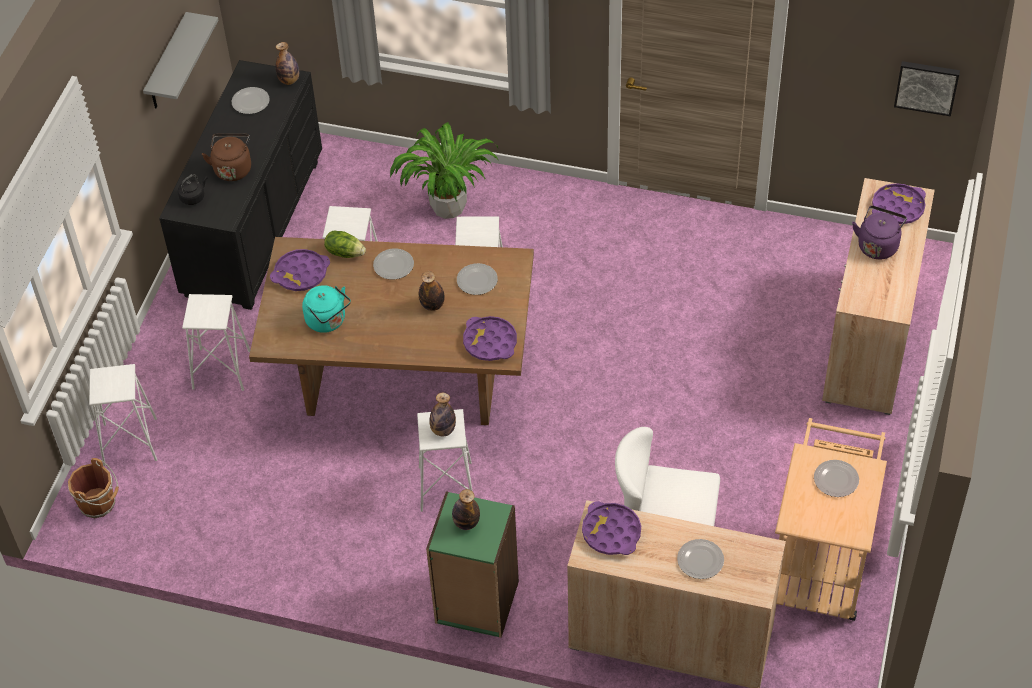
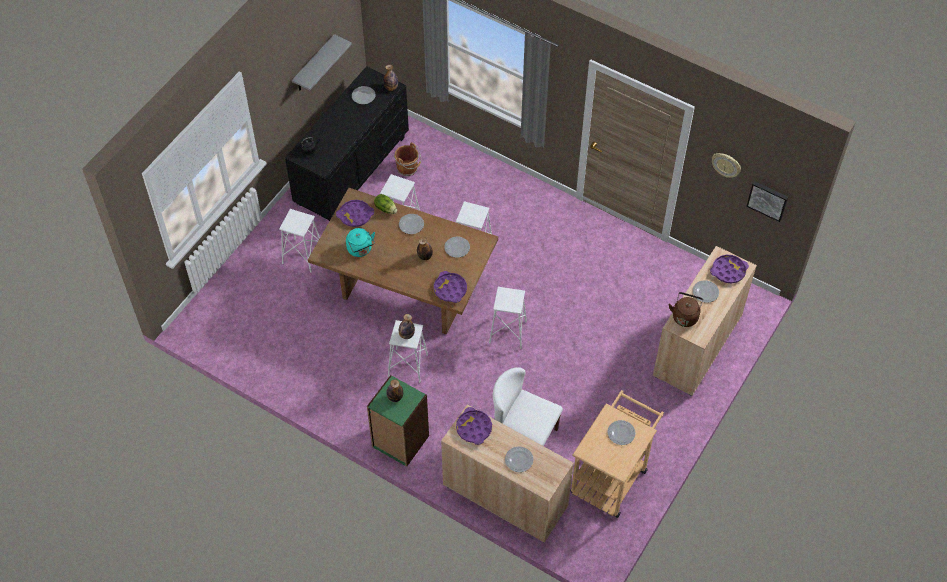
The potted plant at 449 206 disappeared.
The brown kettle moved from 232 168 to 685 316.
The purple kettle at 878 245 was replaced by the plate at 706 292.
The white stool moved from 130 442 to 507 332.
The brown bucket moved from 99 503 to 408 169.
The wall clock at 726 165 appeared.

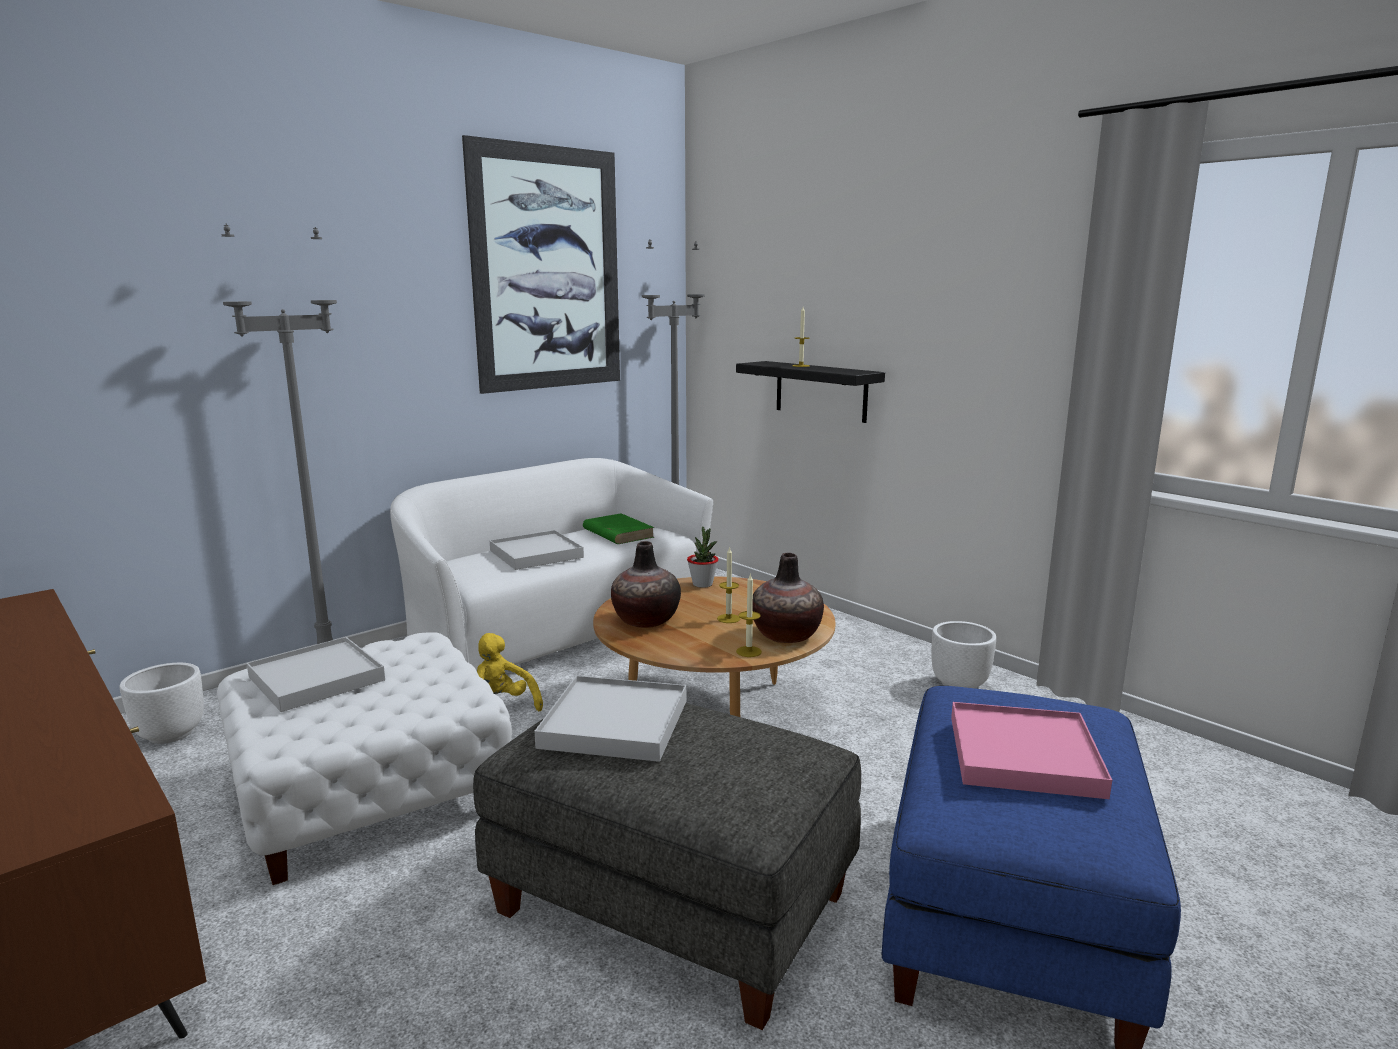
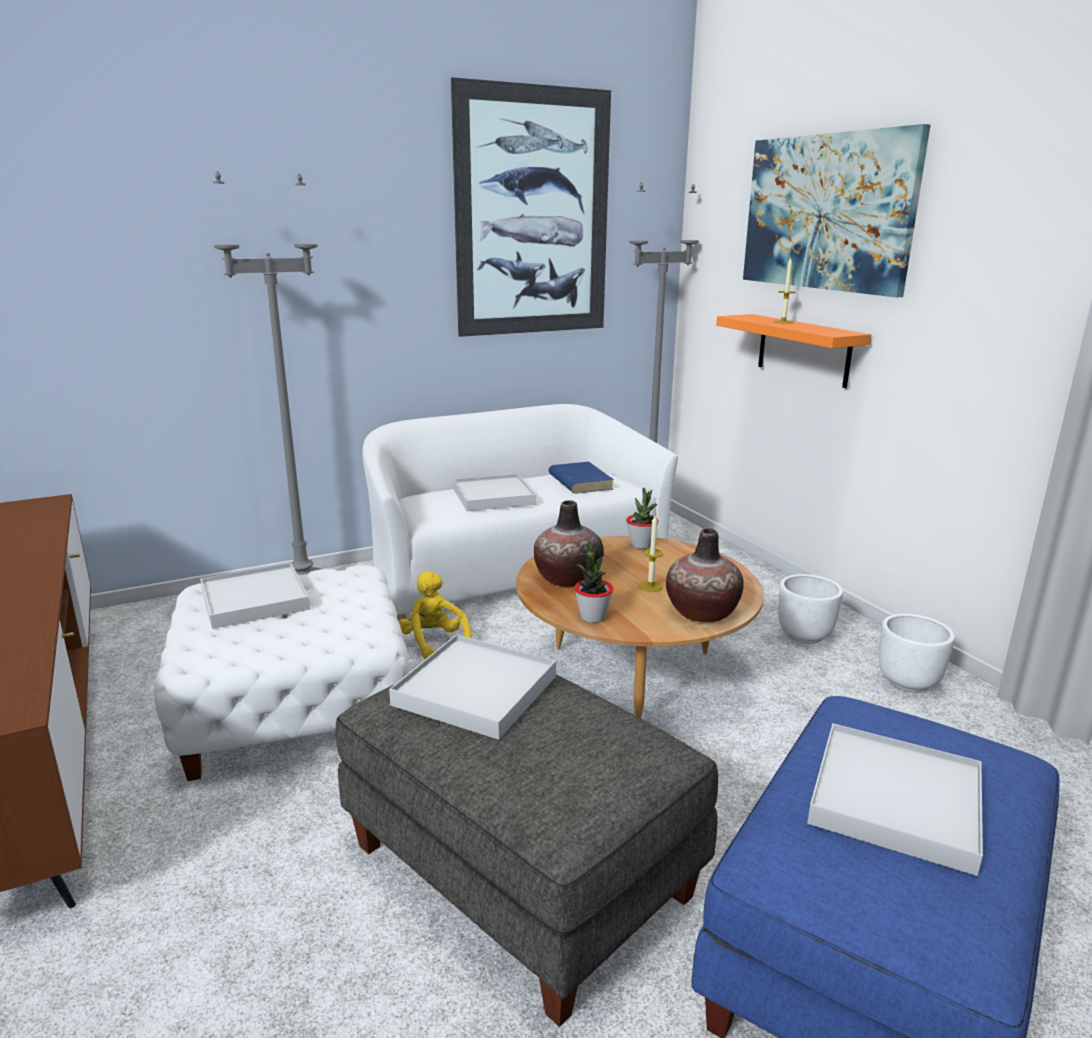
The black shelf at 820 391 became the orange shelf at 803 350.
The green book at 617 533 became the blue book at 579 481.
The candle at 748 651 disappeared.
The white planter moved from 171 734 to 805 636.
The pink tray at 1024 756 became the white tray at 895 801.
The picture at 827 212 appeared.
The potted plant at 592 617 appeared.

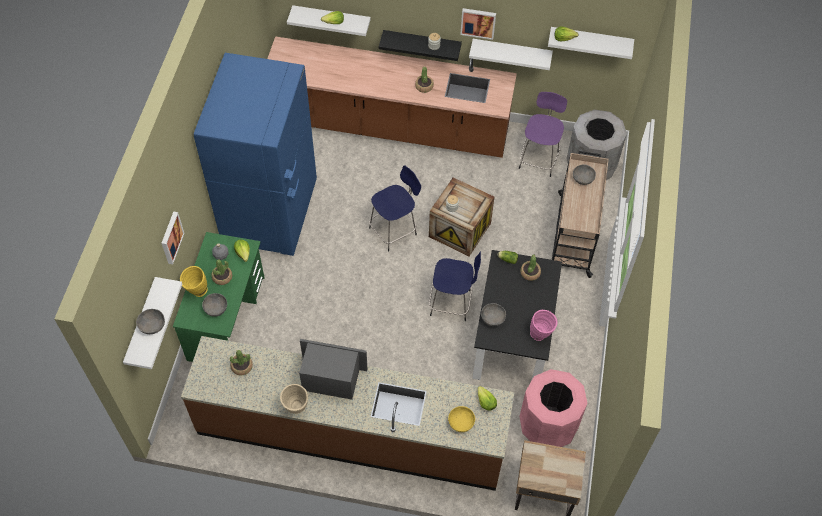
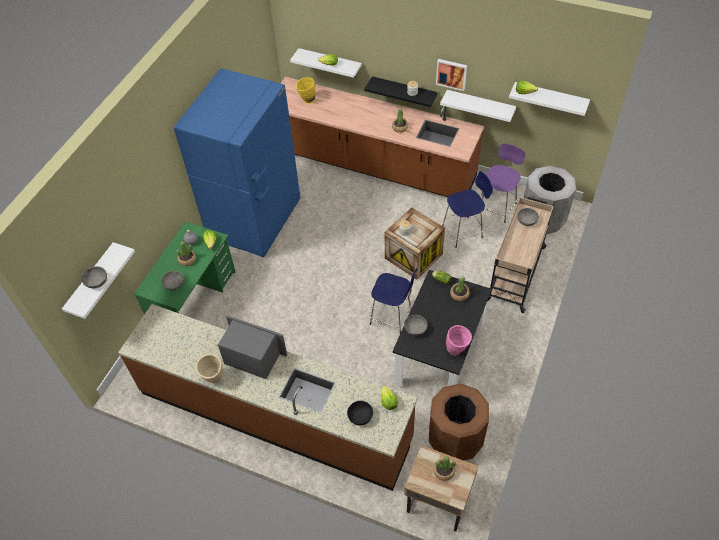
The blue stool moved from 394 230 to 463 232.
The picture at 170 237 disappeared.
The yellow vase moved from 196 292 to 307 101.
The potted plant moved from 242 366 to 444 471.
The pink trash can at 547 426 became the brown trash can at 455 440.
The yellow bowl at 461 423 became the black bowl at 360 417.

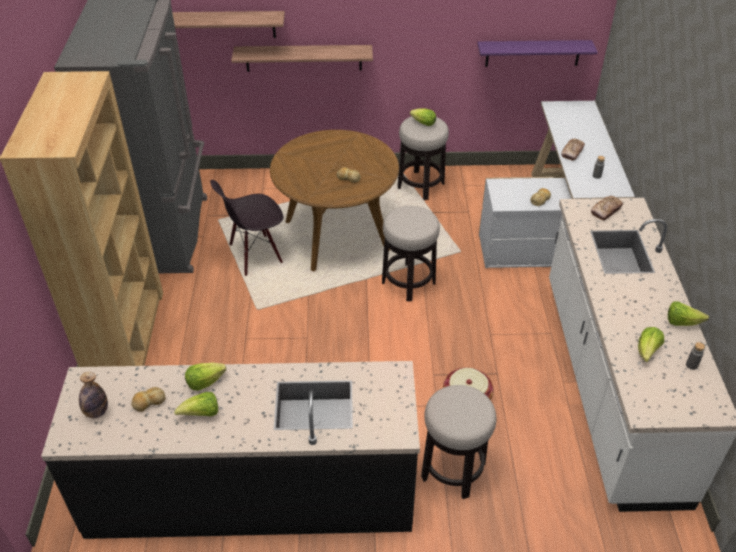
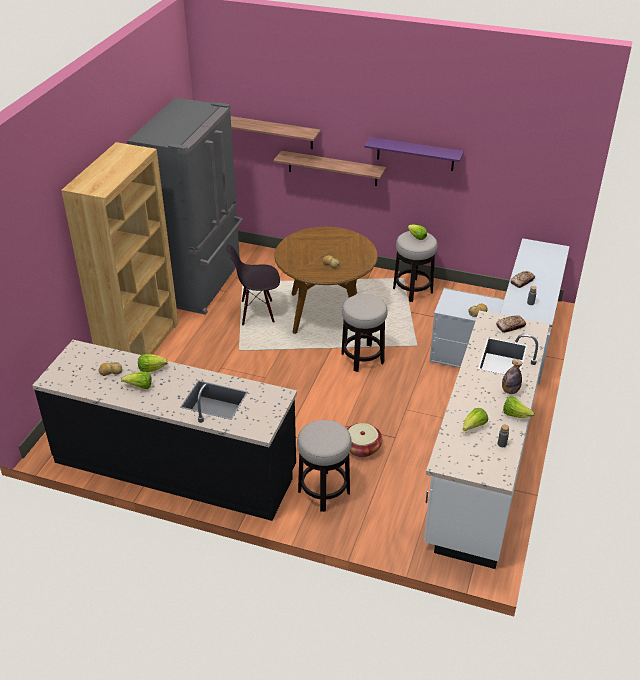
The purple shelf moved from 533 53 to 415 154.
The bottle moved from 96 412 to 510 391.

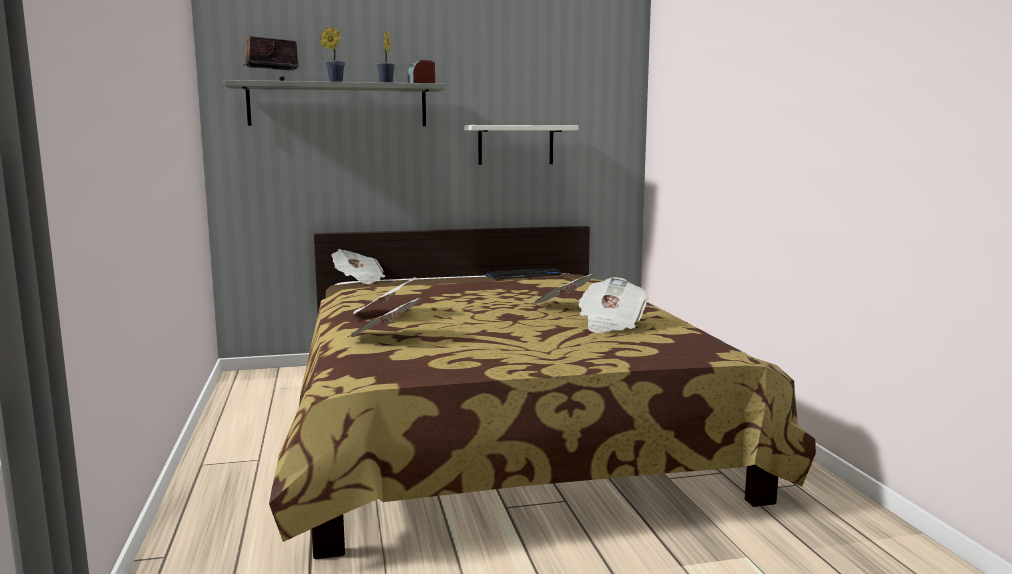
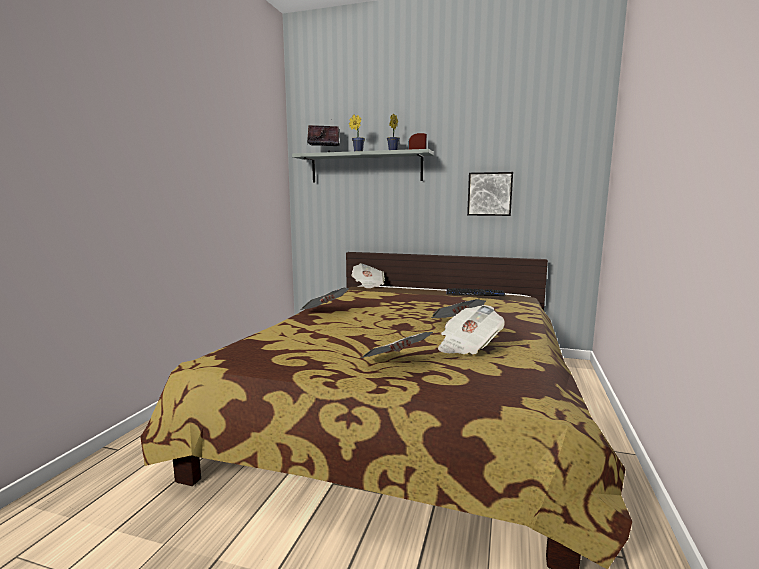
The white shelf at 515 145 was replaced by the picture at 489 194.
The newspaper moved from 385 338 to 395 363.

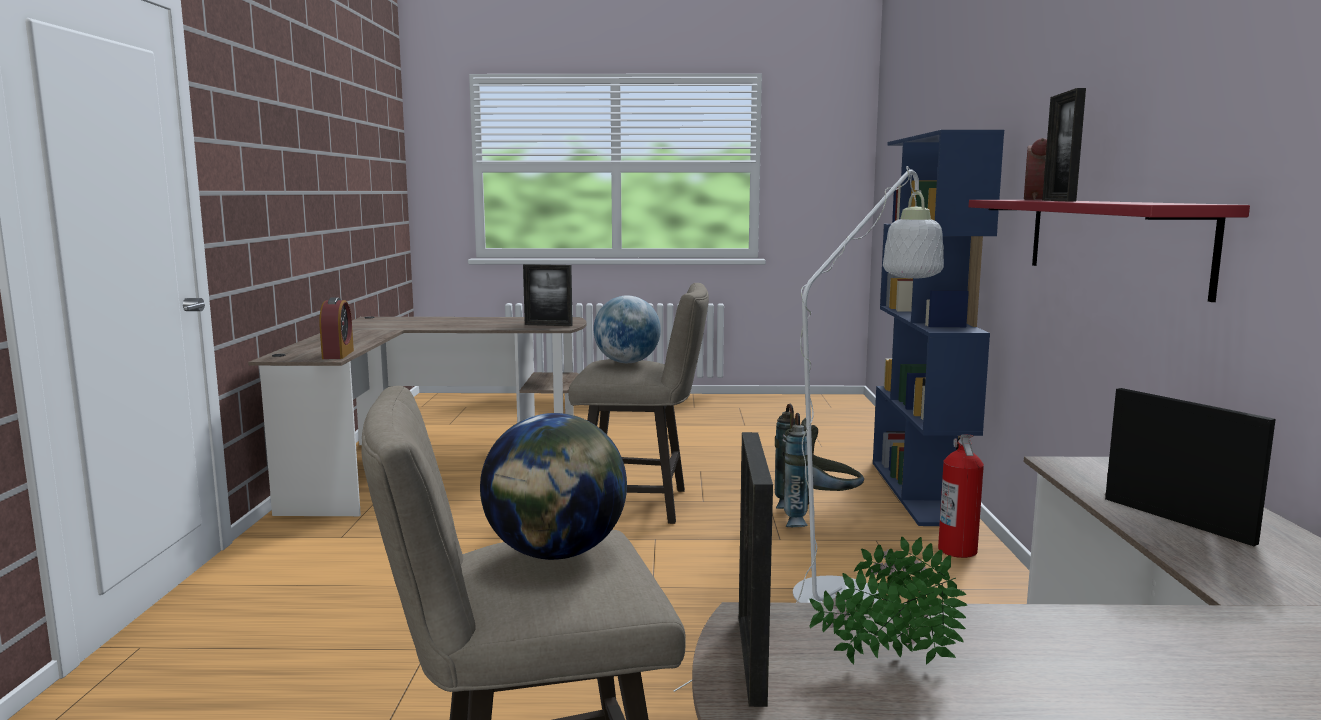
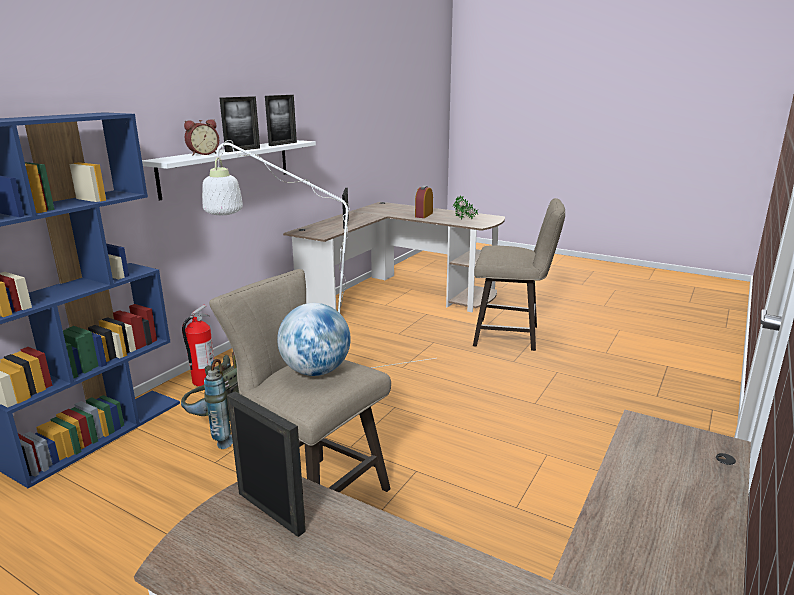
The red shelf at 1110 241 became the white shelf at 227 167.
The alarm clock moved from 338 354 to 424 215.
The globe at 555 554 disappeared.
The picture frame moved from 751 658 to 283 144.

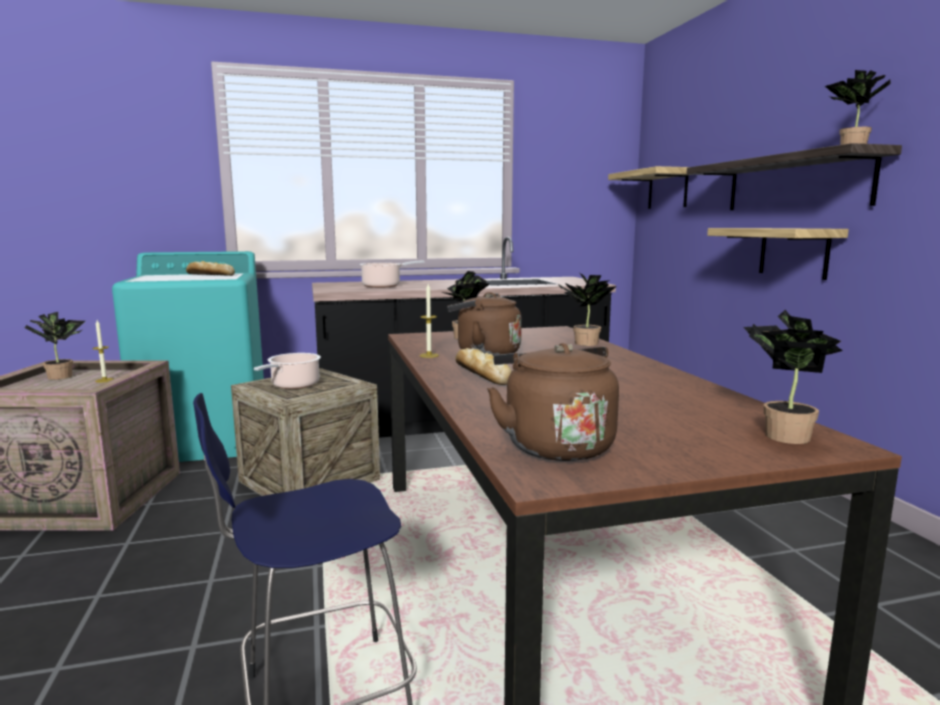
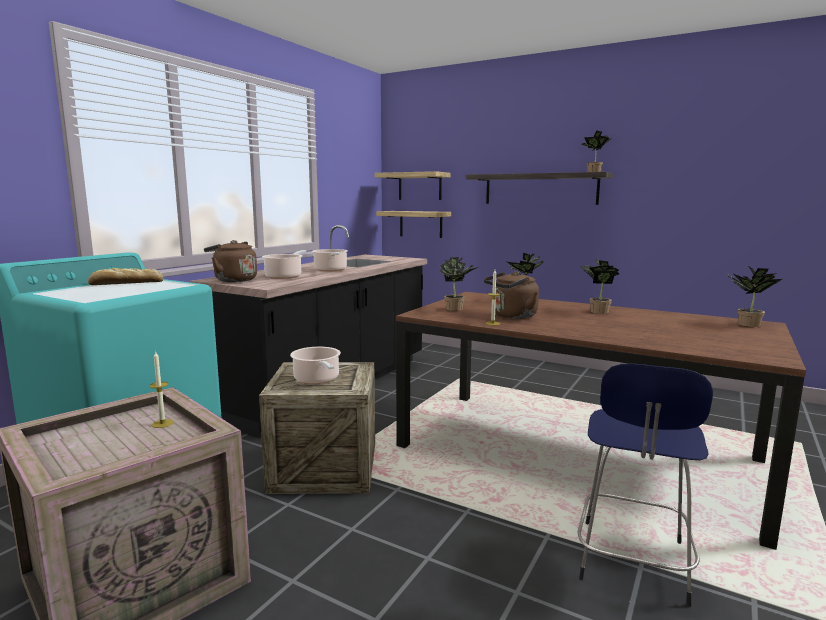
The shelf moved from 793 252 to 421 224.
The potted plant moved from 62 376 to 596 311.
The brown kettle moved from 554 445 to 233 280.
The bread at 481 374 disappeared.
The cooking pot at 331 270 appeared.

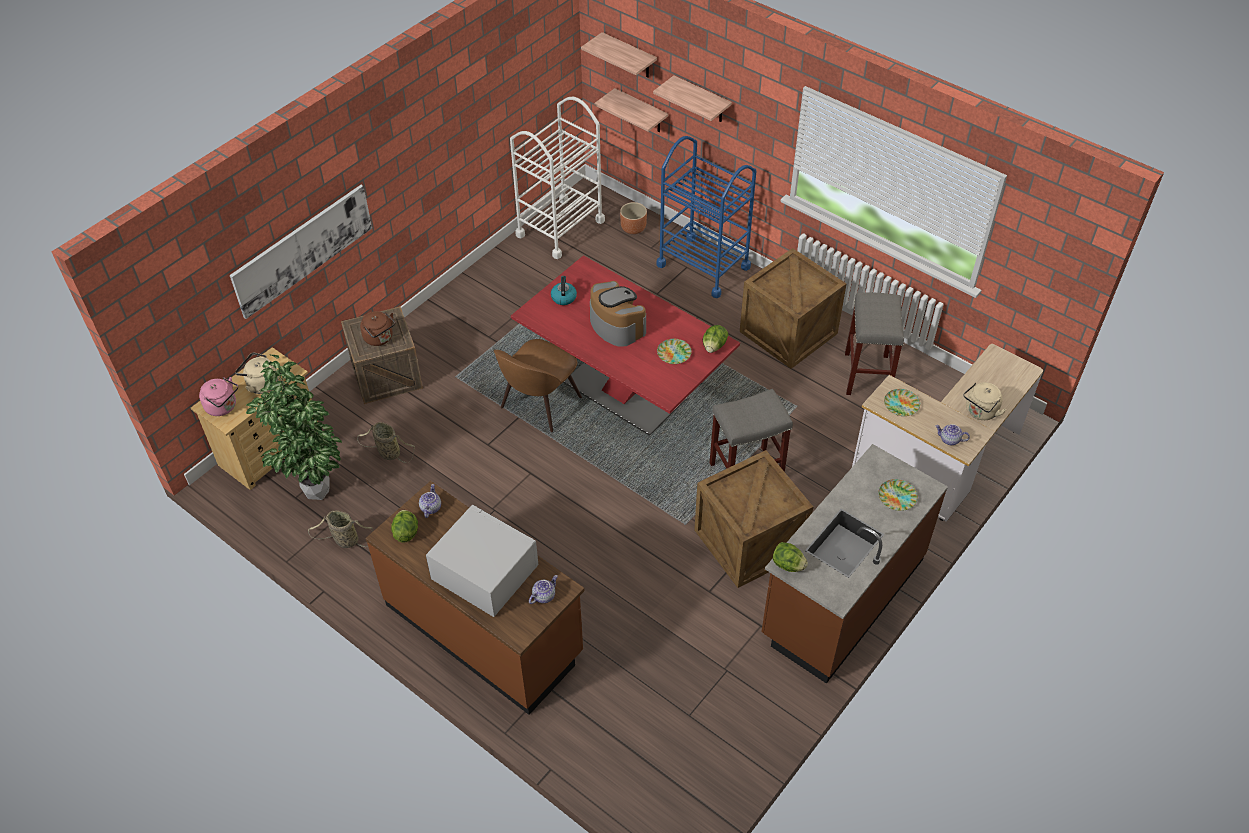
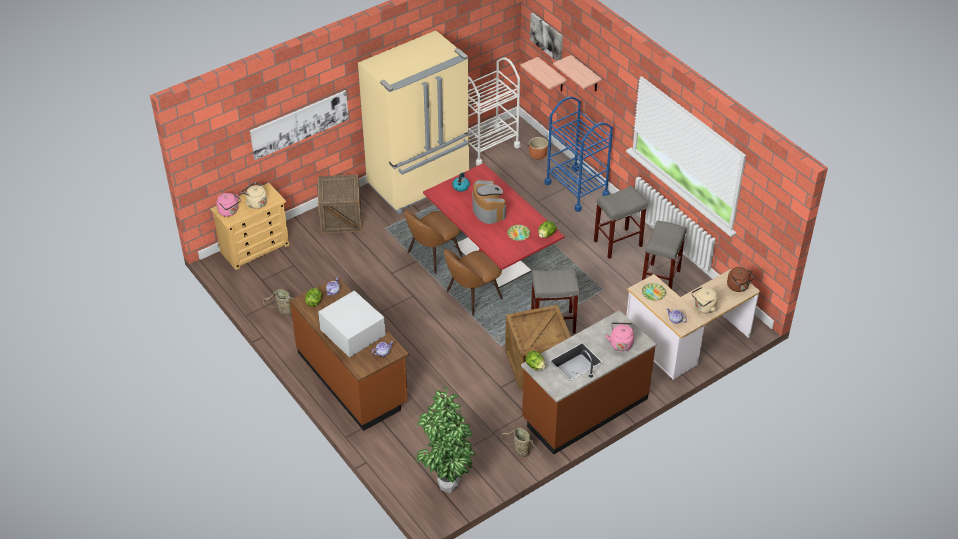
The shelf at 629 56 was replaced by the picture at 547 37.
The crate at 788 333 was replaced by the grey stool at 617 244.
The brown kettle moved from 380 338 to 738 287.
The potted plant moved from 314 493 to 445 486.
The basket moved from 387 452 to 520 450.
The plate at 897 497 was replaced by the pink kettle at 621 343.
The beige fridge at 420 183 appeared.
The brown chair at 472 296 appeared.

